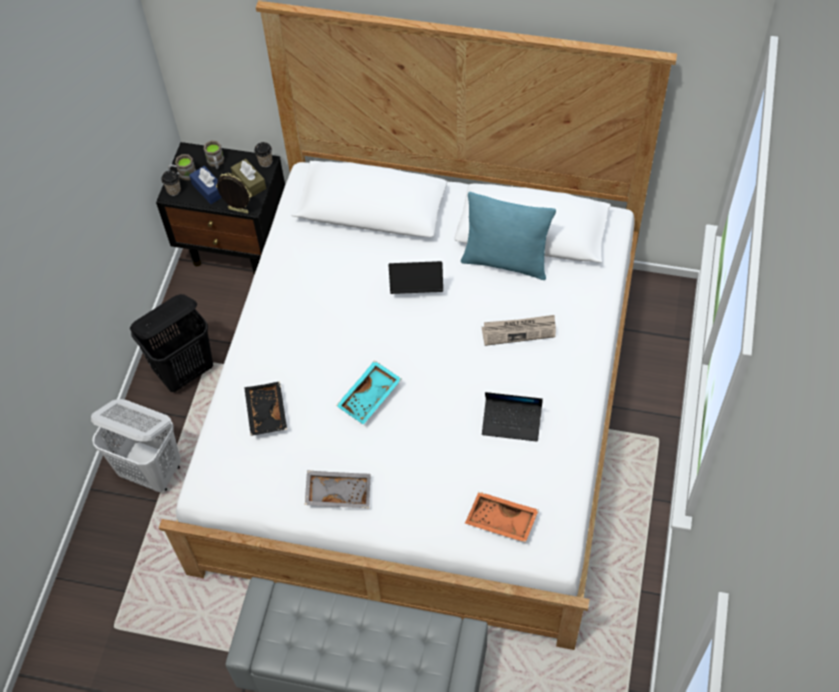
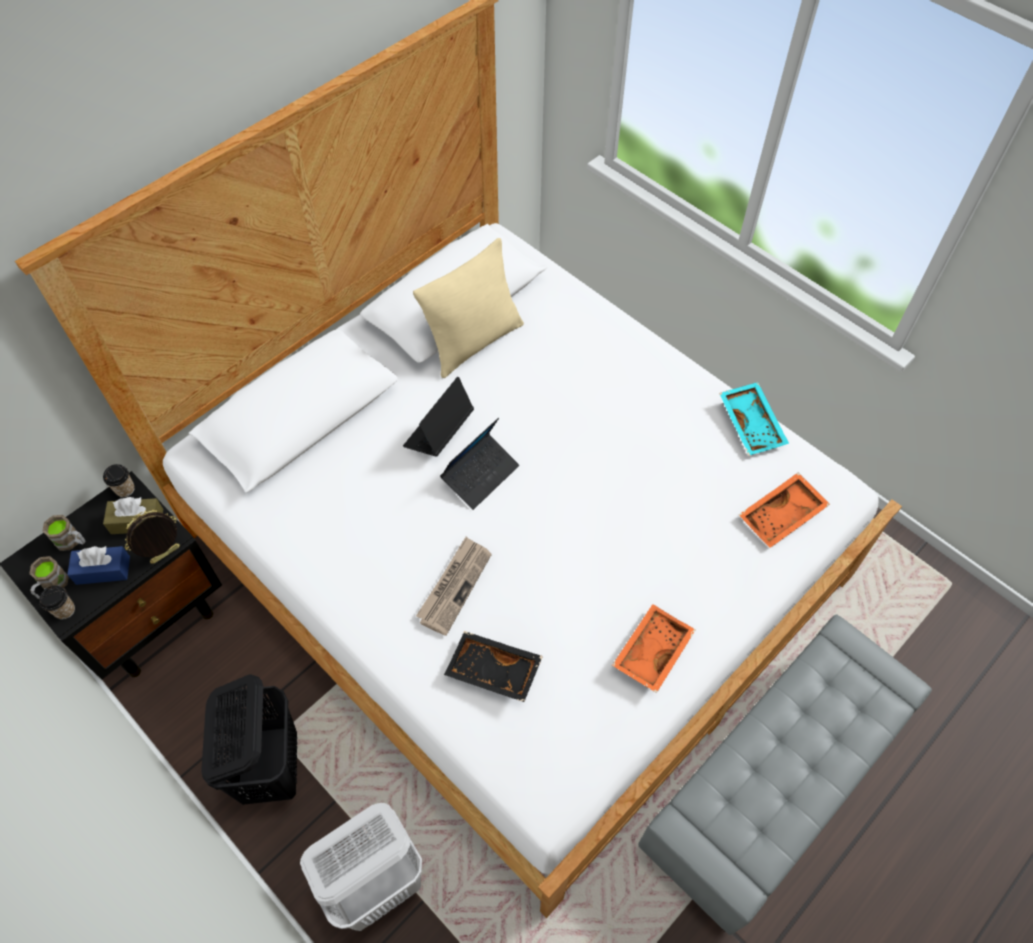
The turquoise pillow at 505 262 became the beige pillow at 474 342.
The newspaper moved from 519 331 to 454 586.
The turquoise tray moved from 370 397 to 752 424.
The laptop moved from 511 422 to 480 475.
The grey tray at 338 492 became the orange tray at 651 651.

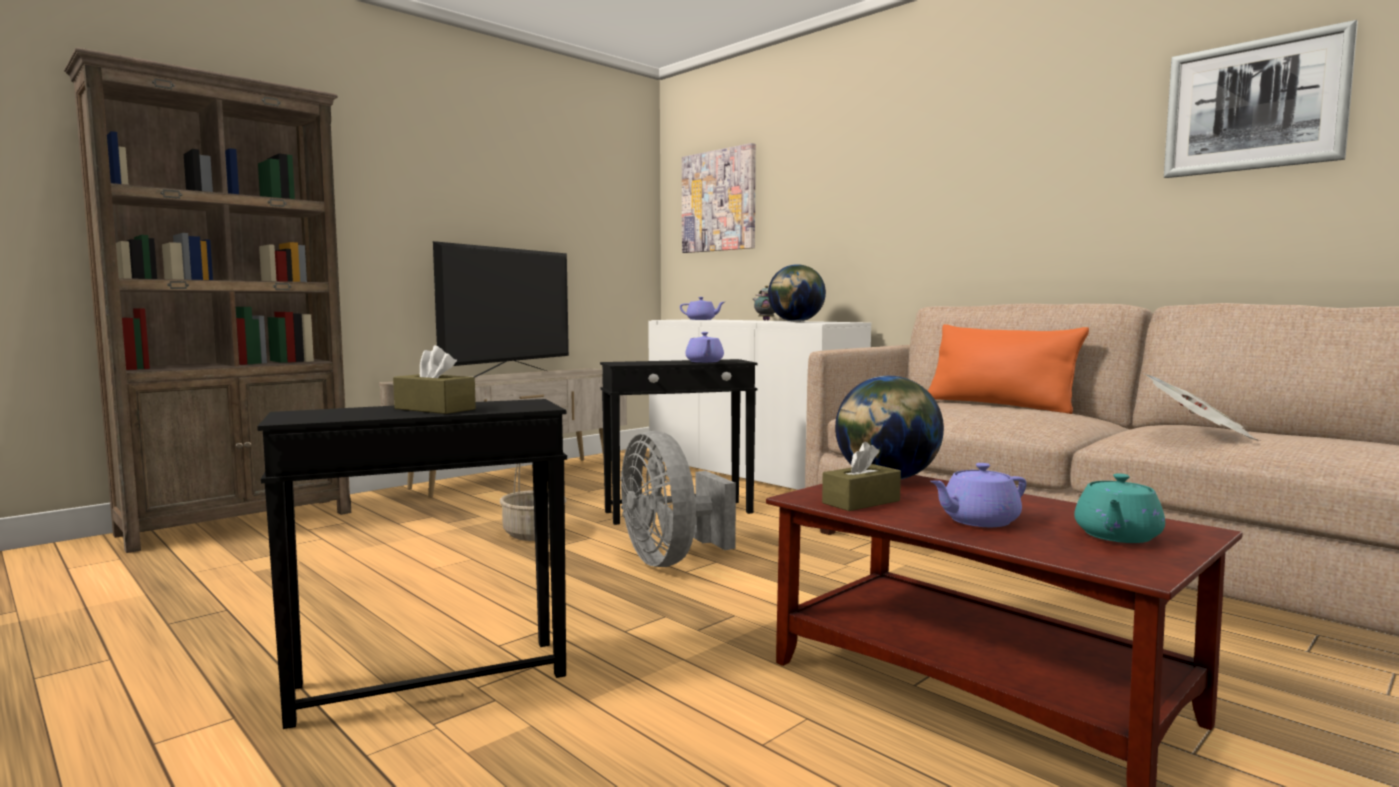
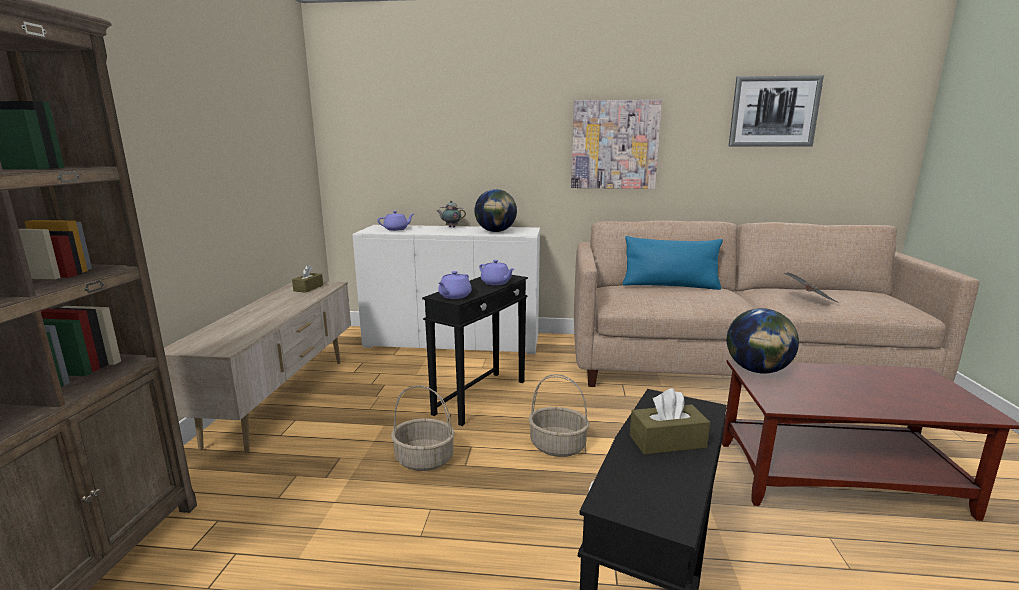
The picture moved from 719 201 to 614 145.
The television at 509 375 disappeared.
The orange pillow at 998 405 became the blue pillow at 670 286.
The grey fan at 670 560 was replaced by the basket at 558 446.
The brown tissue box moved from 861 502 to 308 288.
The purple teapot moved from 978 521 to 454 296.
The turquoise teapot at 1117 536 disappeared.

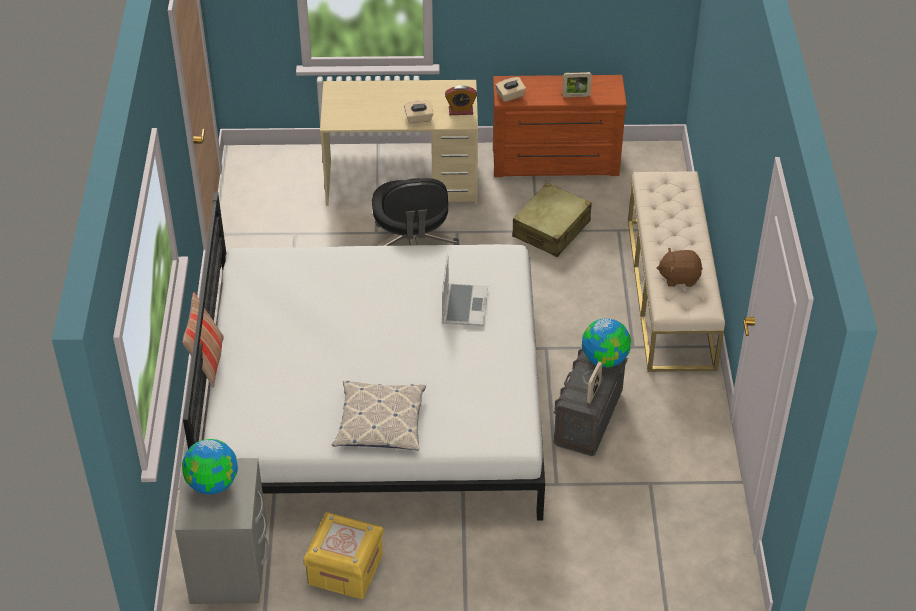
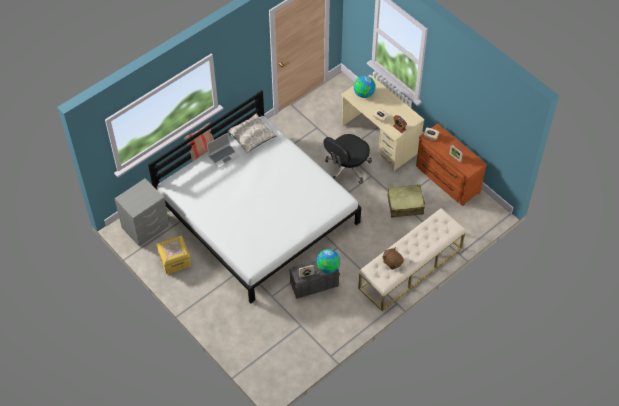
The laptop moved from 464 305 to 224 156.
The pillow moved from 380 422 to 251 136.
The globe moved from 213 484 to 364 94.

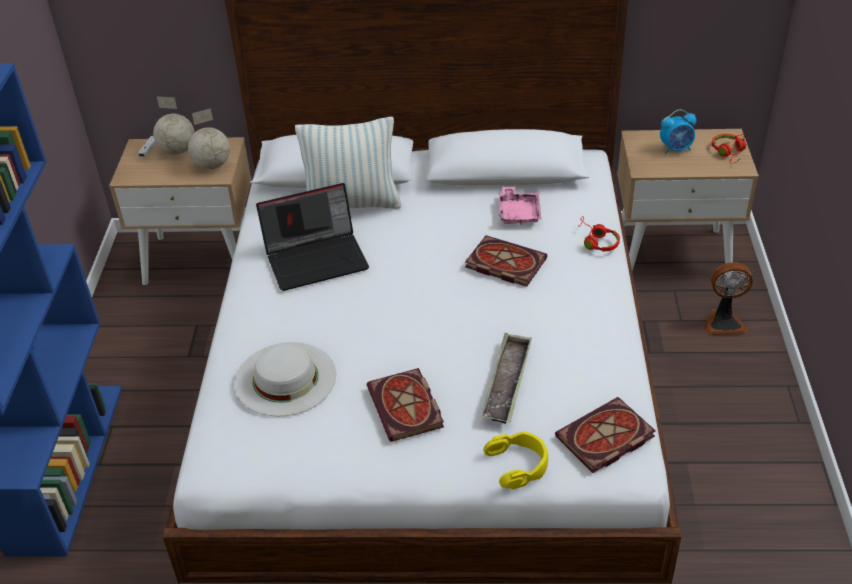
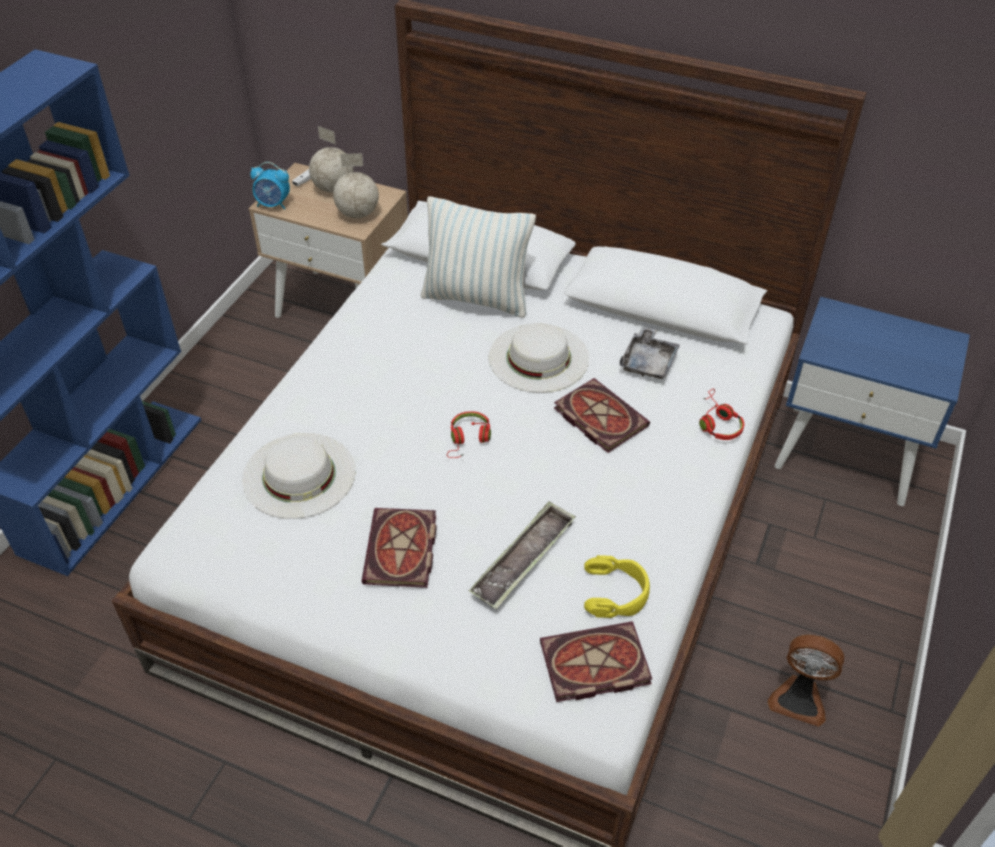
The alarm clock moved from 676 149 to 273 204.
The beige nightstand at 673 253 became the blue nightstand at 847 454.
The red headphones moved from 728 153 to 468 439.
The laptop at 317 258 disappeared.
The pink tray at 518 213 became the grey tray at 648 361.
The fan moved from 723 322 to 799 698.
The yellow headphones moved from 518 464 to 616 593.
The white hat at 538 357 appeared.

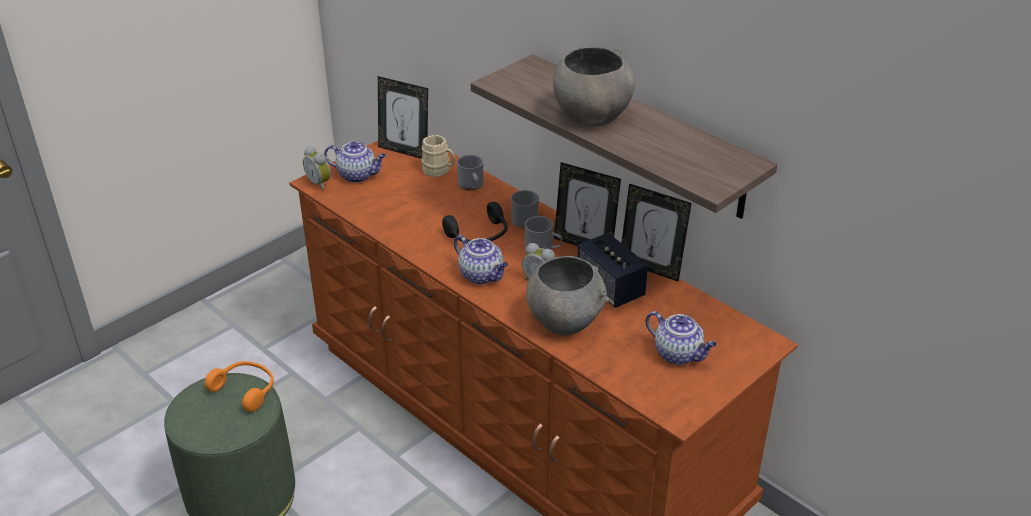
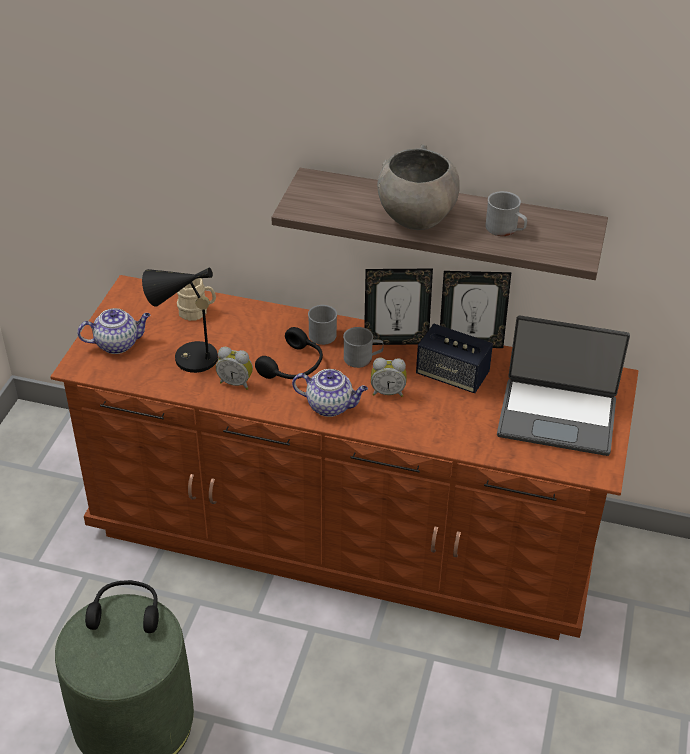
The picture frame at 404 151 disappeared.
The alarm clock moved from 320 183 to 236 382.
The grey mug moved from 472 186 to 505 229.
The grey bowl at 565 321 disappeared.
The teapot at 679 354 was replaced by the laptop at 557 416.
The orange headphones at 246 390 became the black headphones at 126 612.
The black table lamp at 189 358 appeared.

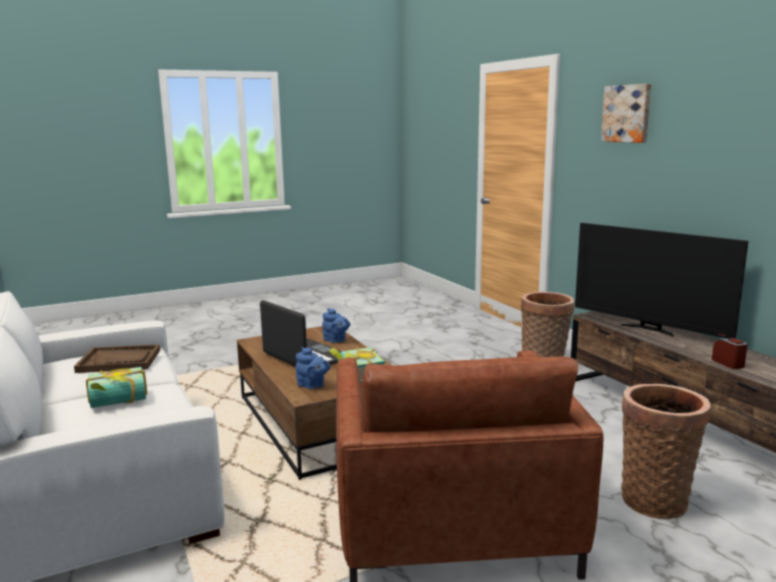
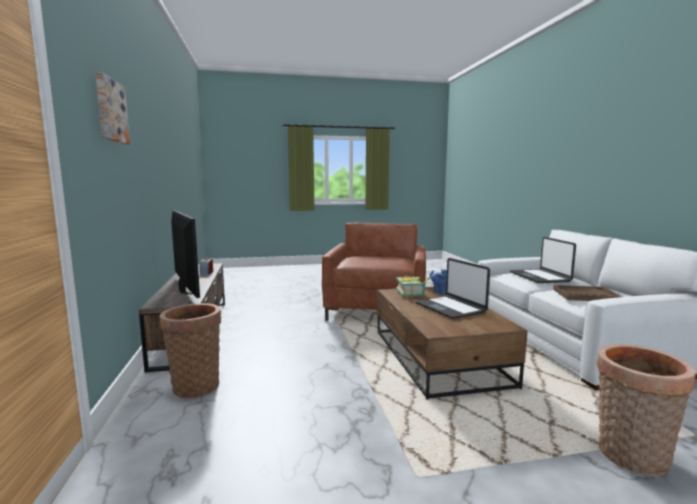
The blue teapot at 336 341 disappeared.
The book at 118 403 was replaced by the laptop at 540 277.
The basket moved from 655 498 to 631 458.

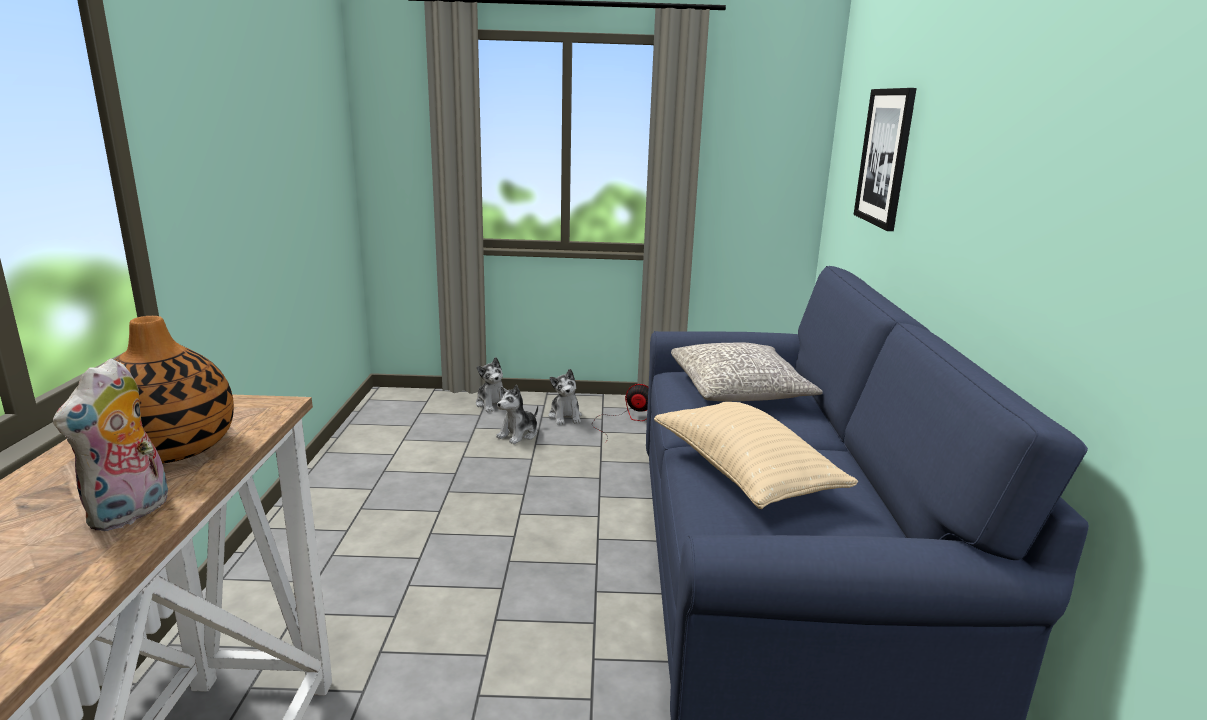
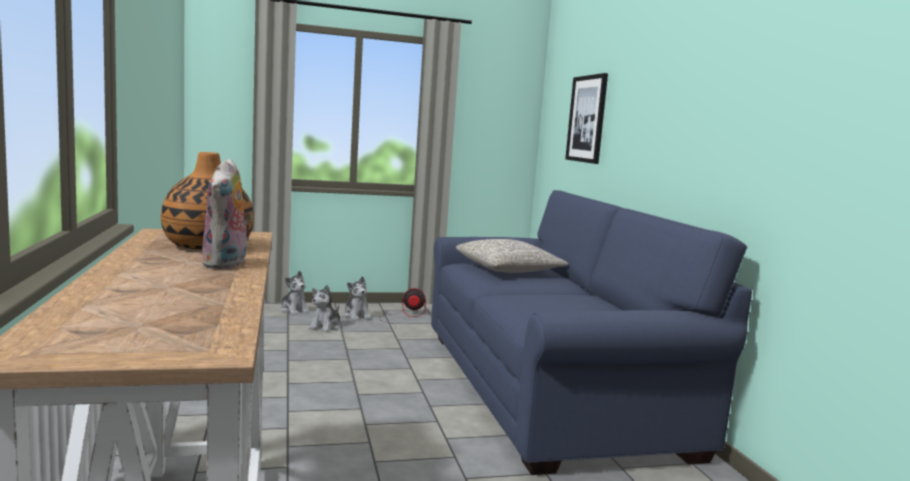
The beige pillow at 744 474 disappeared.

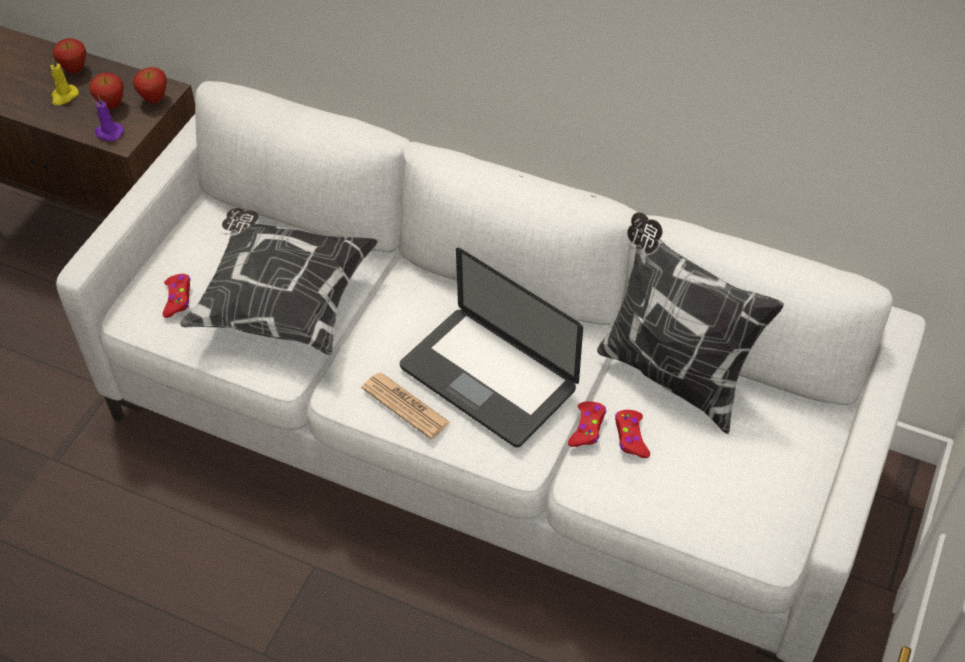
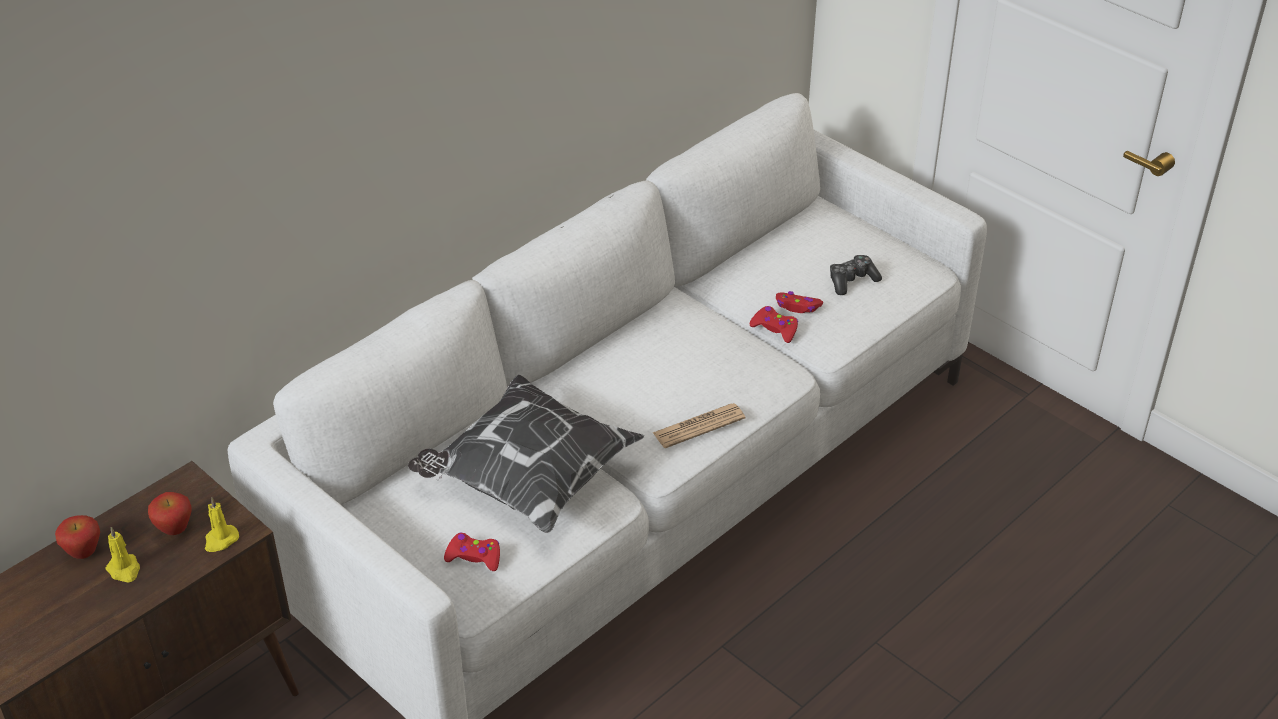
The apple at 154 99 disappeared.
The purple candle at 108 133 became the yellow candle at 220 540.
The pillow at 672 373 disappeared.
The laptop at 488 378 disappeared.
The game controller at 852 281 appeared.

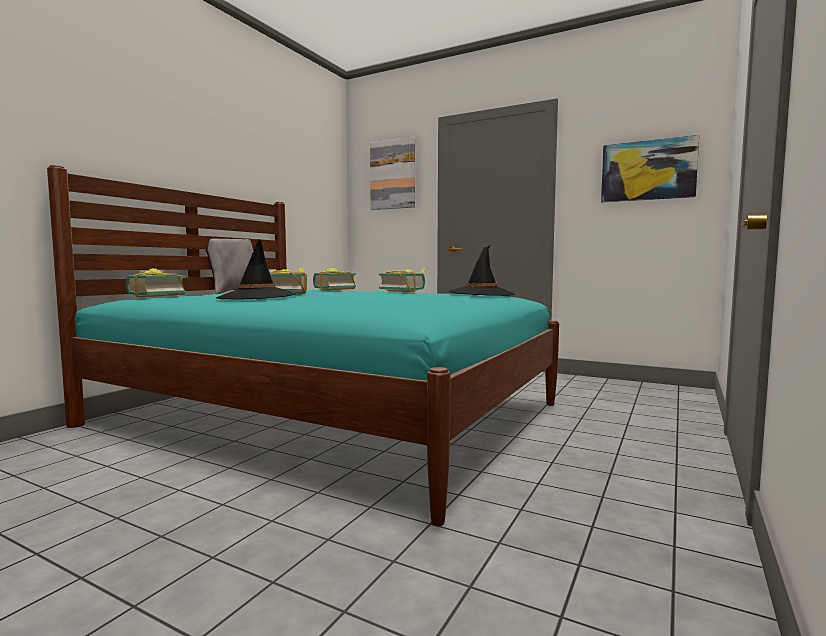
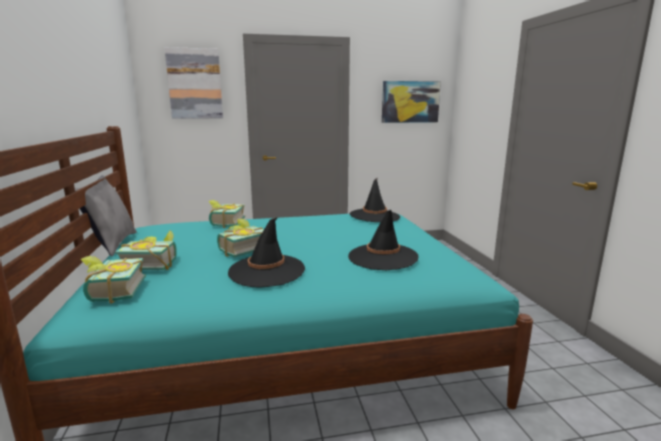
The book moved from 404 291 to 151 264.
The black hat at 382 257 appeared.

